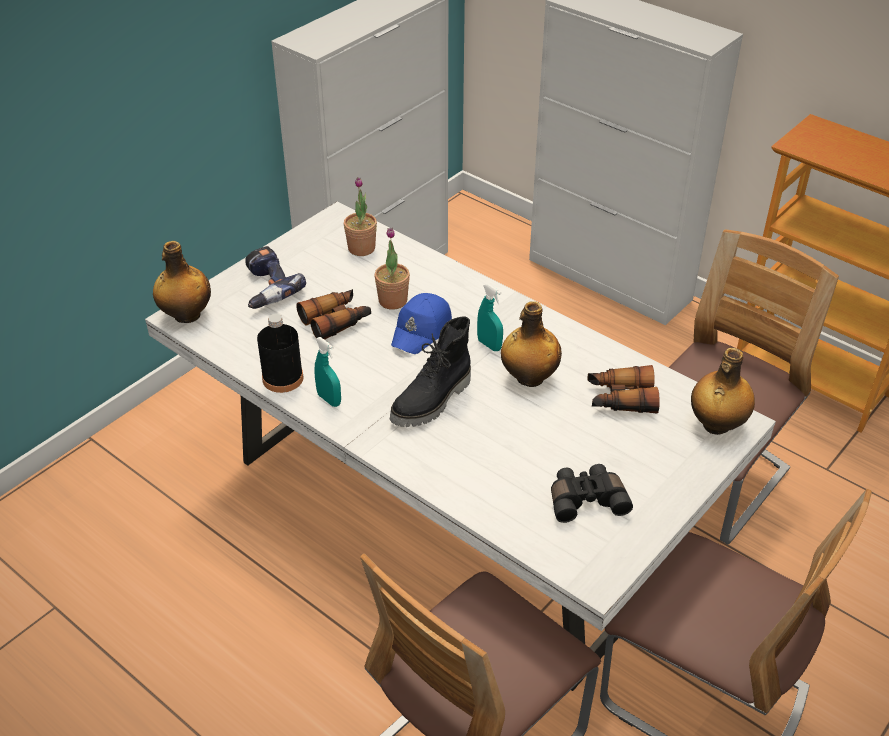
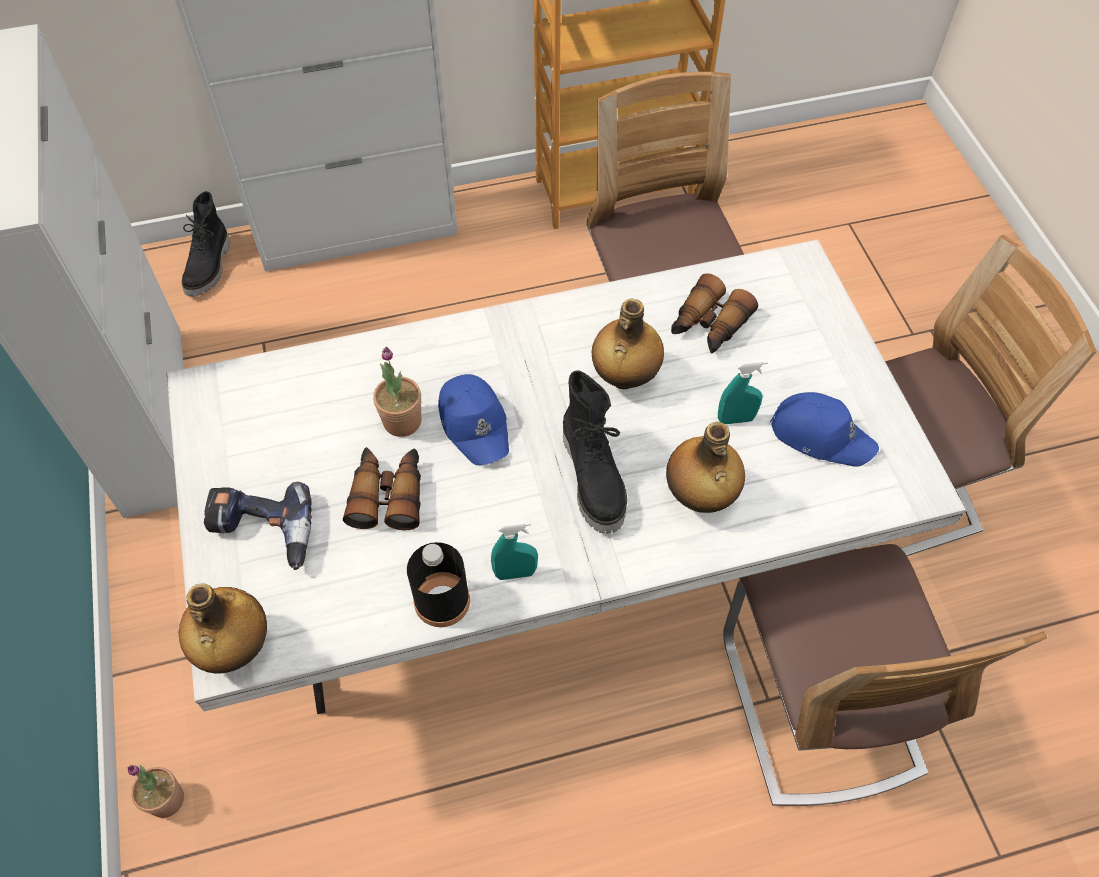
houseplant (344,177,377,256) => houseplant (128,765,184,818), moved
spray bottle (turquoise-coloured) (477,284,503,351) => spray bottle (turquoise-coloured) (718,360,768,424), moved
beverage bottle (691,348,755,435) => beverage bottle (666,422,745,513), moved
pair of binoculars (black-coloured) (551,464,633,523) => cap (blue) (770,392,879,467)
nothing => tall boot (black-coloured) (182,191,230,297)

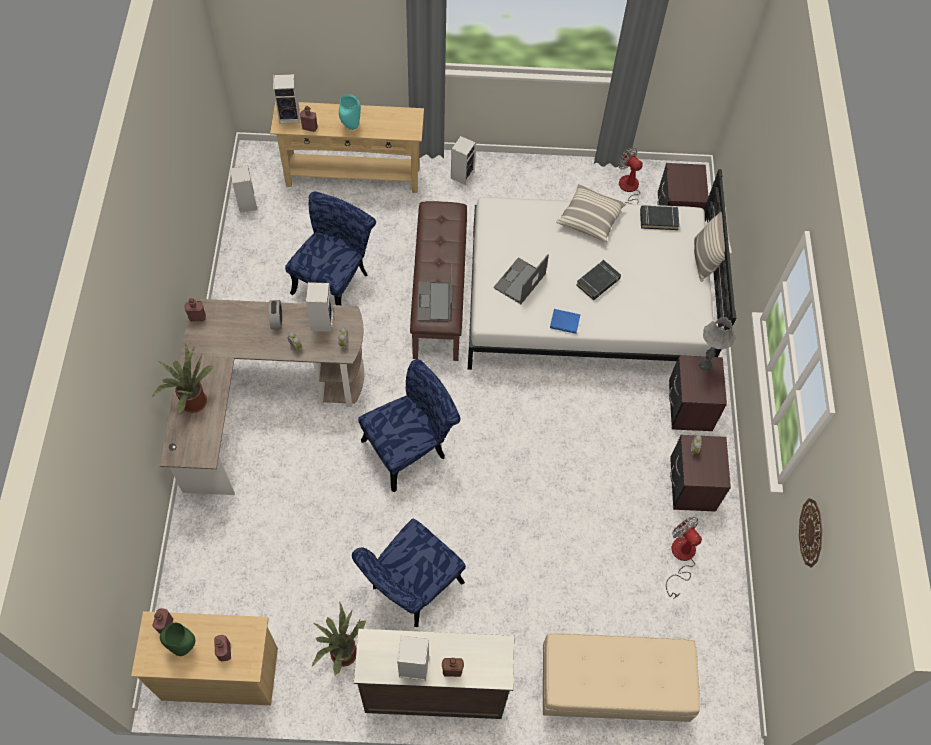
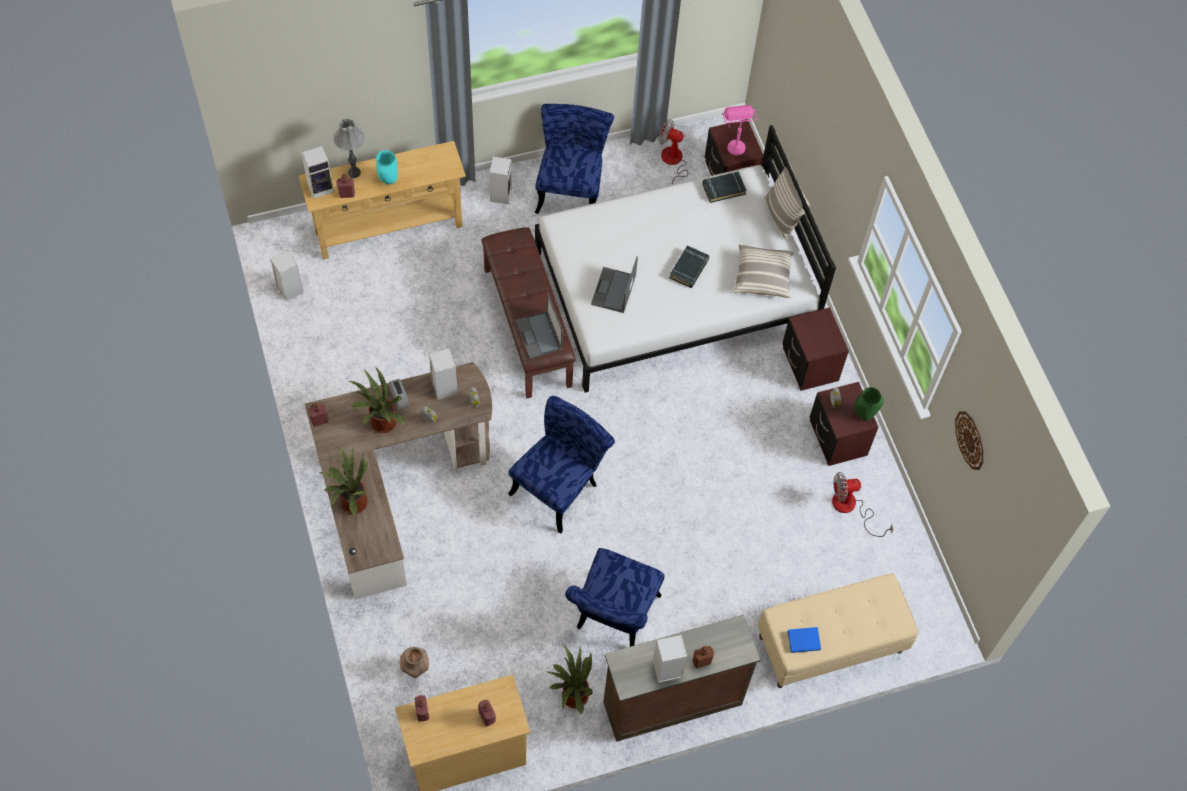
cushion (556,184,627,242) => cushion (733,244,794,298), moved
chair (blue) (285,192,376,305) => chair (blue) (535,104,614,214), moved
bound book (blue) (550,309,581,334) => bound book (blue) (787,627,821,653), moved
tabletop lamp (grey) (699,317,736,371) => tabletop lamp (grey) (334,119,365,178), moved
electric fan (666,517,702,599) => electric fan (832,472,893,537), 45 degrees counterclockwise
flower vase (green) (160,623,195,656) => flower vase (green) (854,387,884,421), moved
nothing => tabletop lamp (pinkish) (722,105,757,156)
nothing => houseplant (349,367,405,433)
nothing => flower vase (brownish) (400,647,429,678)

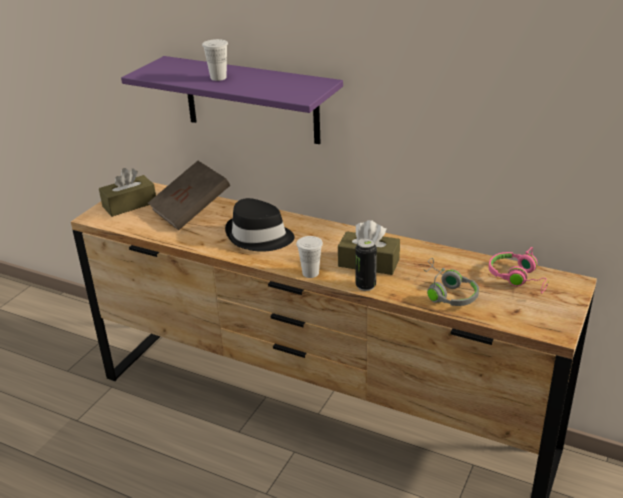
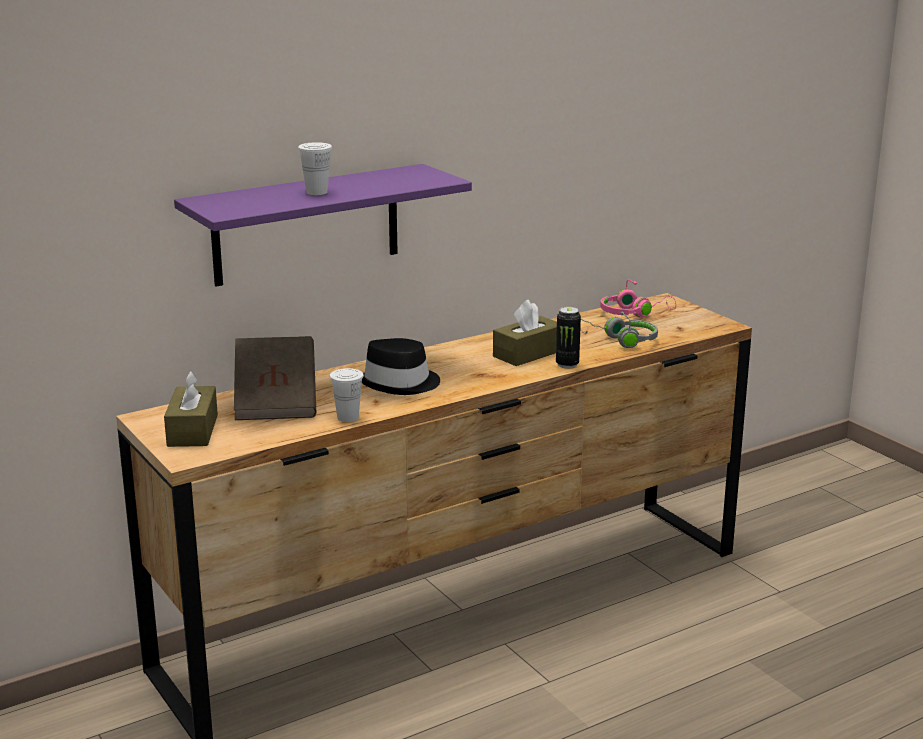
small cup (white-coloured) (296,236,323,278) => small cup (white-coloured) (330,368,364,422), moved

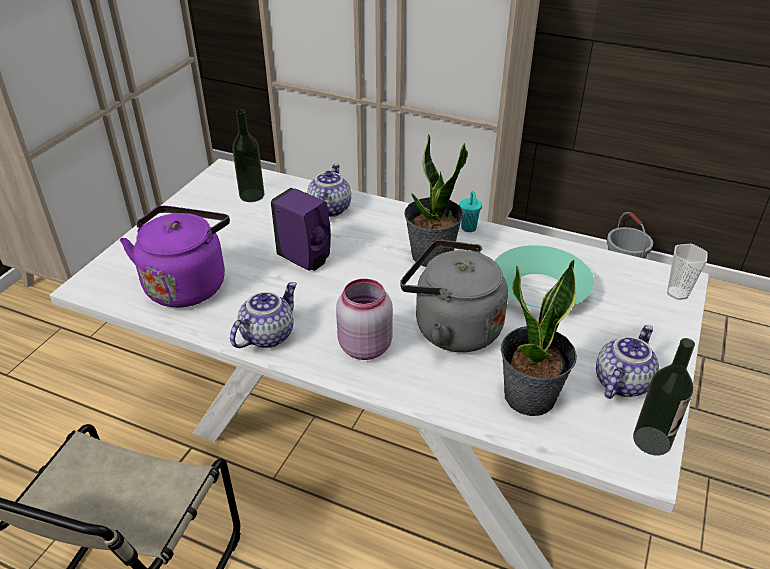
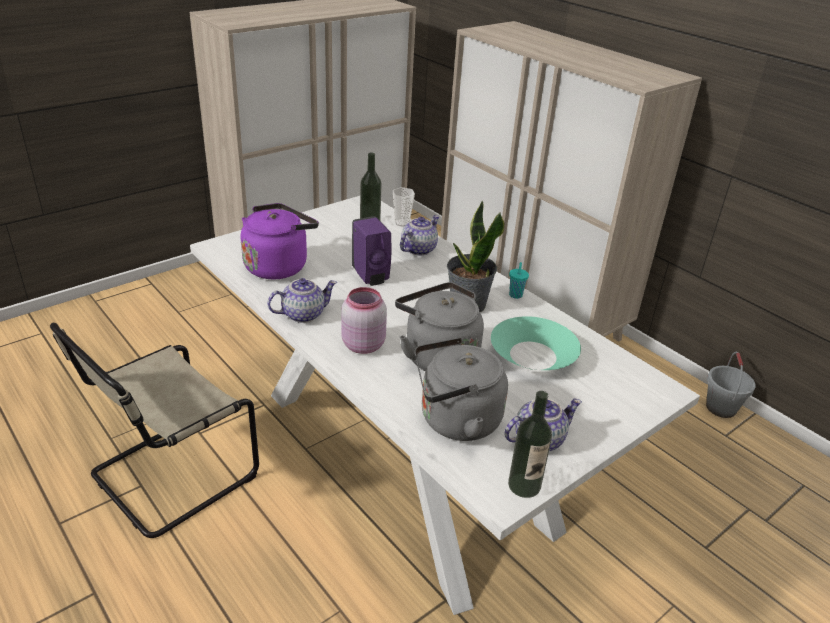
small cup (667,244,708,300) => small cup (393,187,415,227), moved
houseplant (501,259,577,416) => kettle (grey) (415,338,508,441)

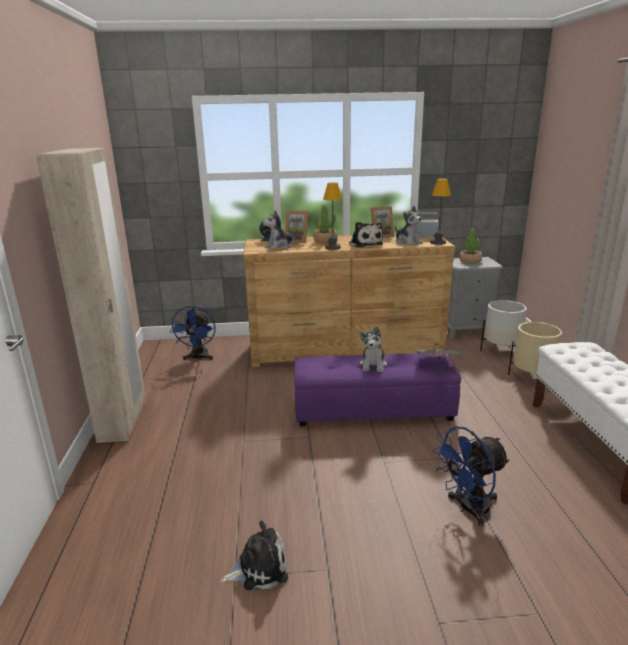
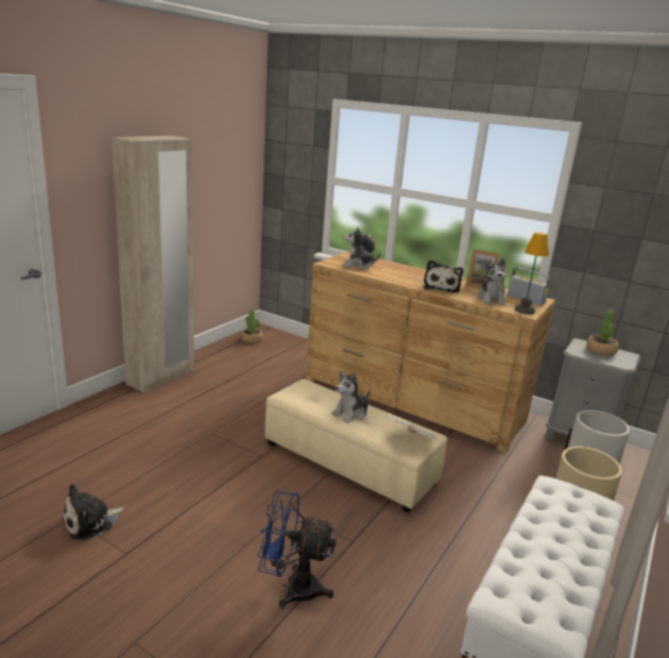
tabletop lamp (323,182,342,250) => nothing
houseplant (313,205,338,243) => houseplant (241,309,263,343), moved
photo frame (285,211,308,243) => nothing
electric fan (blue) (170,306,216,360) => nothing
ottoman (purplish) (294,353,461,426) => ottoman (sand-coloured) (265,379,448,513)
plush toy (220,520,288,590) => plush toy (62,484,125,540), 120 degrees clockwise

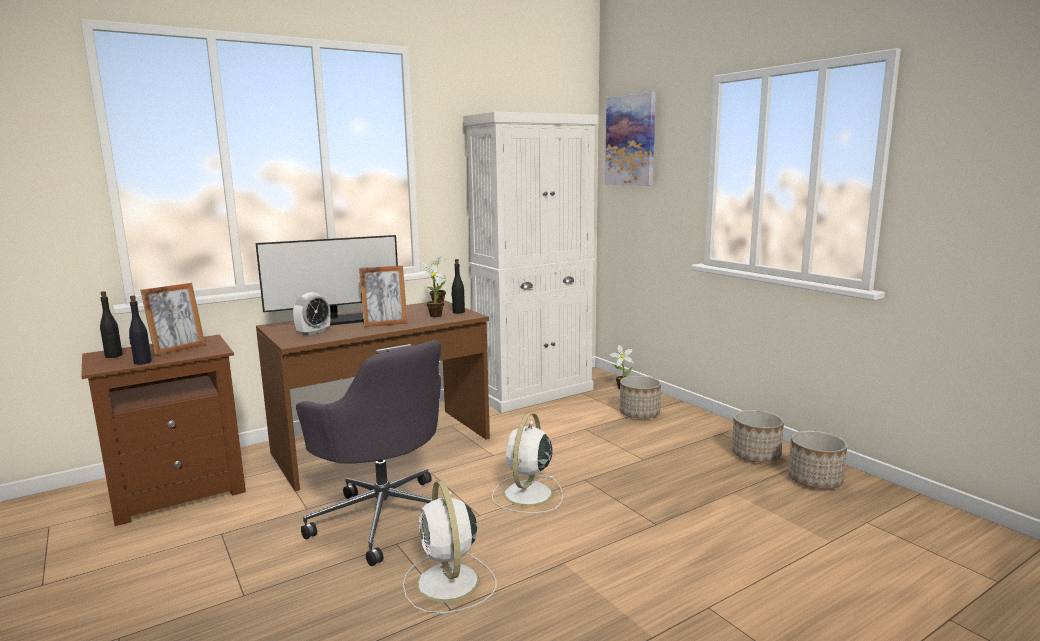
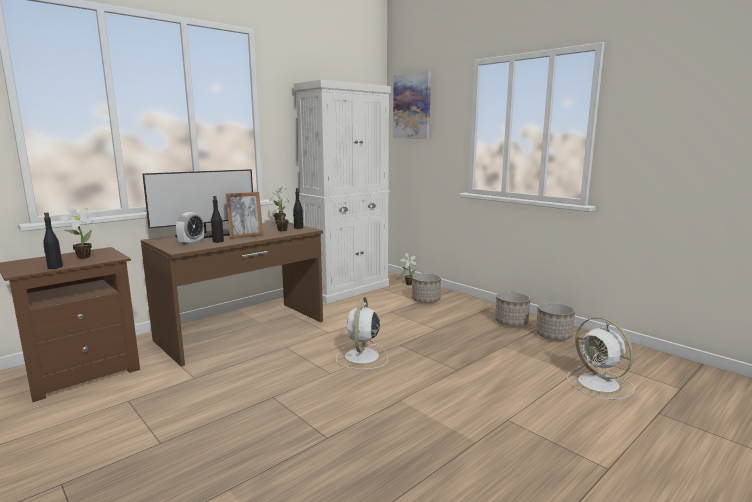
photo frame (140,283,205,356) => houseplant (58,206,94,259)
beverage bottle (black-coloured) (100,291,123,358) => beverage bottle (black-coloured) (211,196,224,243), moved
desk chair (grey) (296,340,441,566) => nothing
electric fan (white-coloured) (403,481,496,614) => electric fan (white-coloured) (566,317,635,400), moved

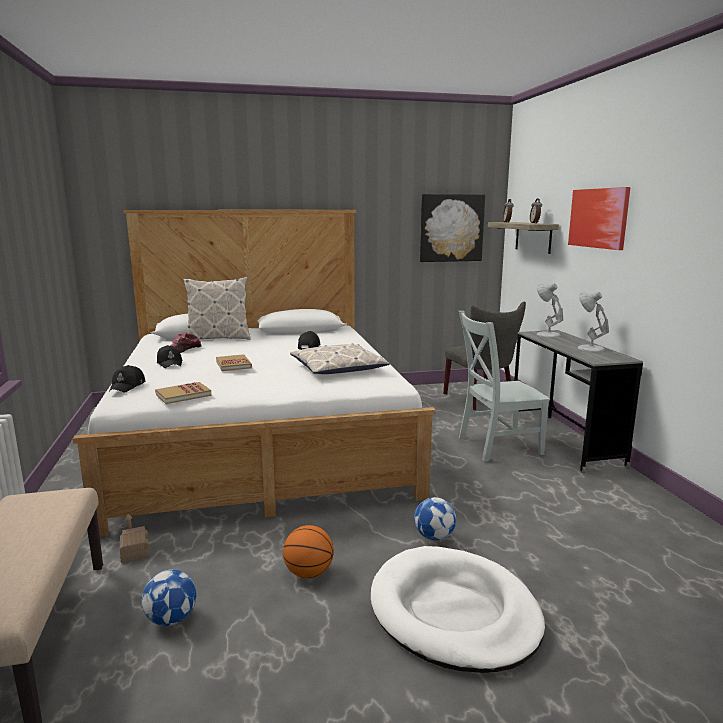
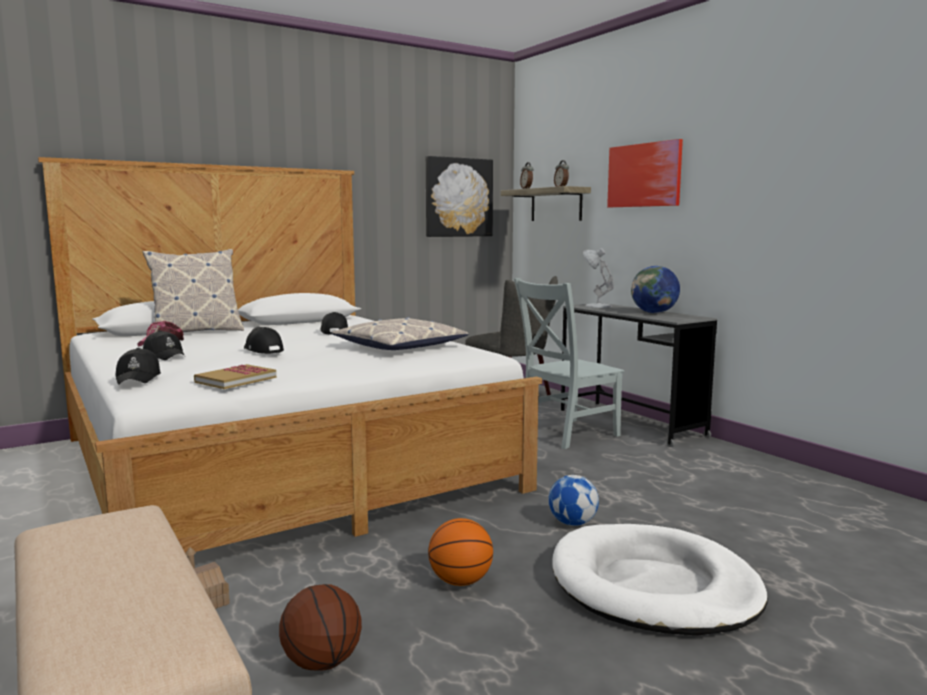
tabletop lamp (white-coloured) (578,292,609,352) => world globe (631,266,680,313)
bound book (216,354,252,371) => cap (black-coloured) (244,327,284,354)
ball for football (142,569,197,626) => basketball ball (279,584,362,671)

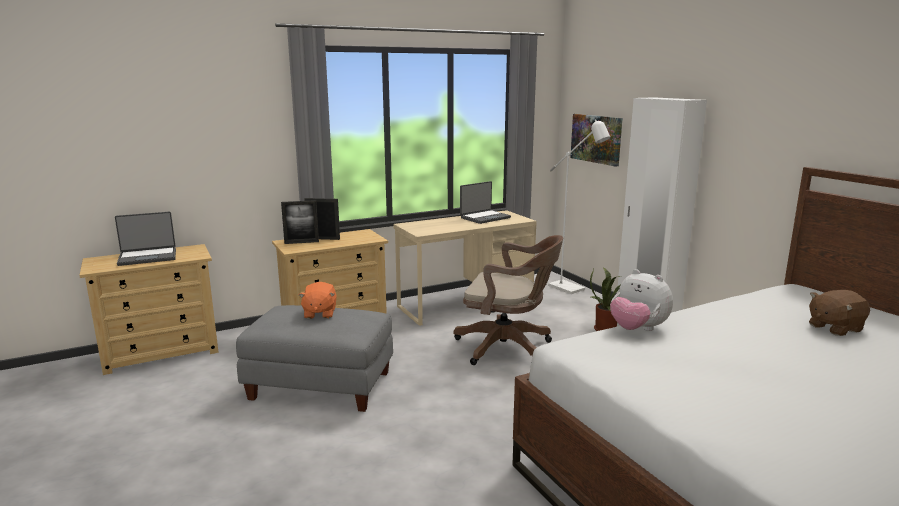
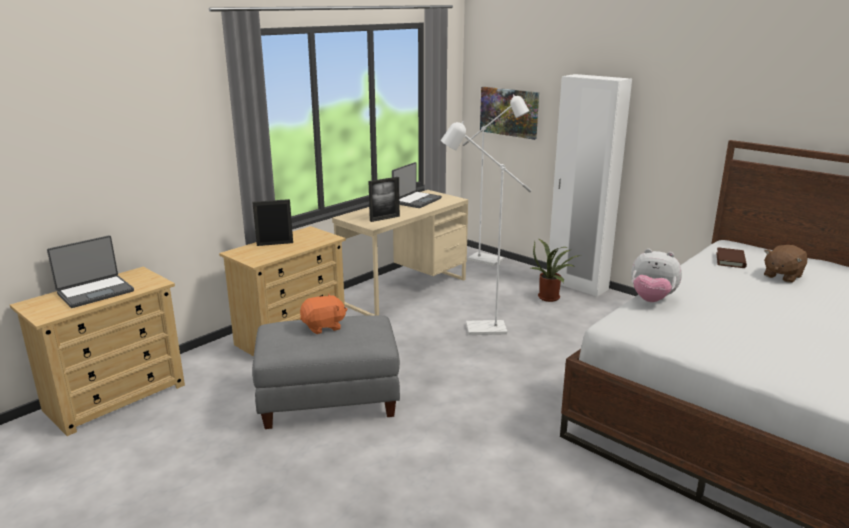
photo frame (281,200,319,244) => photo frame (369,177,400,222), moved
desk chair (brownish) (454,235,563,365) => floor lamp (white-coloured) (441,121,532,335)
plush toy (orange-coloured) (299,282,336,319) => plush toy (orange-coloured) (300,294,347,334), 90 degrees counterclockwise
nothing => bound book (brownish) (716,247,747,268)

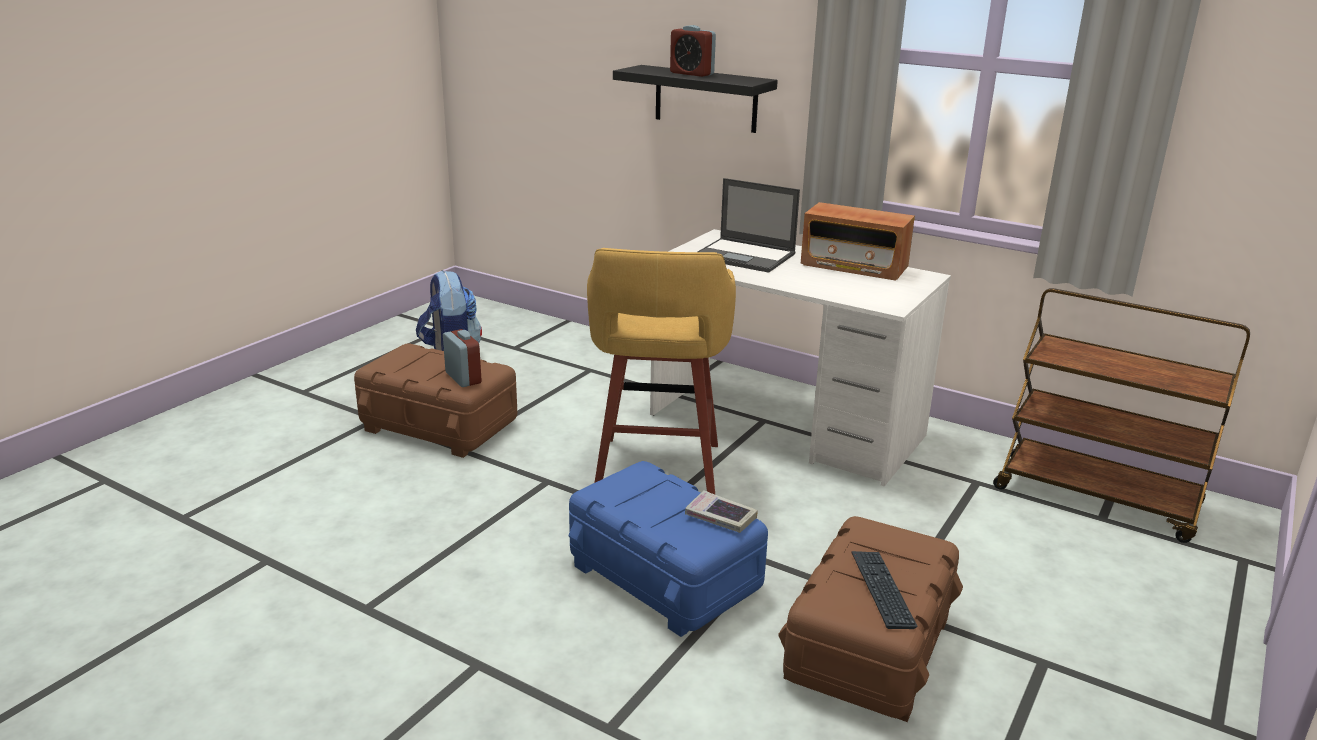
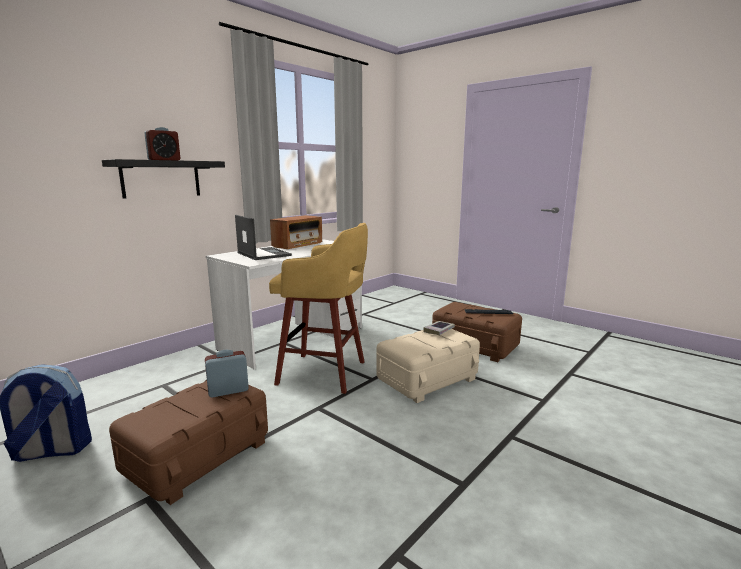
portable computer (698,178,800,273) => portable computer (235,215,292,260), 75 degrees counterclockwise
trolley (brownish) (993,288,1250,543) => nothing
storage box (blue) (568,461,768,637) => storage box (sand-coloured) (376,329,480,403)

